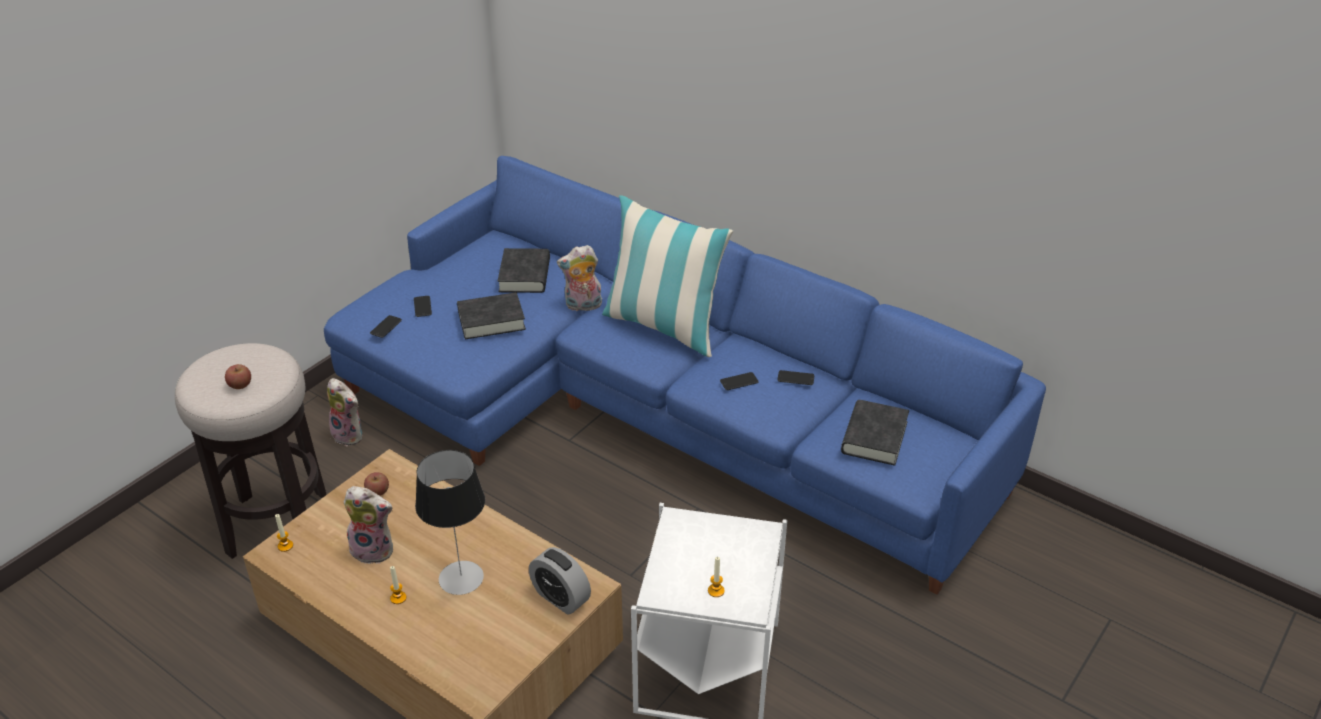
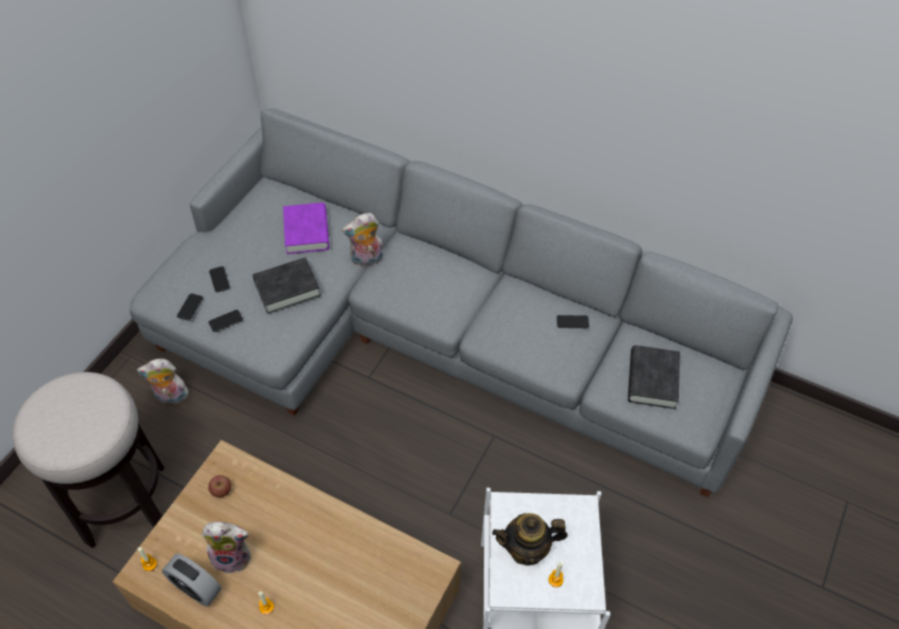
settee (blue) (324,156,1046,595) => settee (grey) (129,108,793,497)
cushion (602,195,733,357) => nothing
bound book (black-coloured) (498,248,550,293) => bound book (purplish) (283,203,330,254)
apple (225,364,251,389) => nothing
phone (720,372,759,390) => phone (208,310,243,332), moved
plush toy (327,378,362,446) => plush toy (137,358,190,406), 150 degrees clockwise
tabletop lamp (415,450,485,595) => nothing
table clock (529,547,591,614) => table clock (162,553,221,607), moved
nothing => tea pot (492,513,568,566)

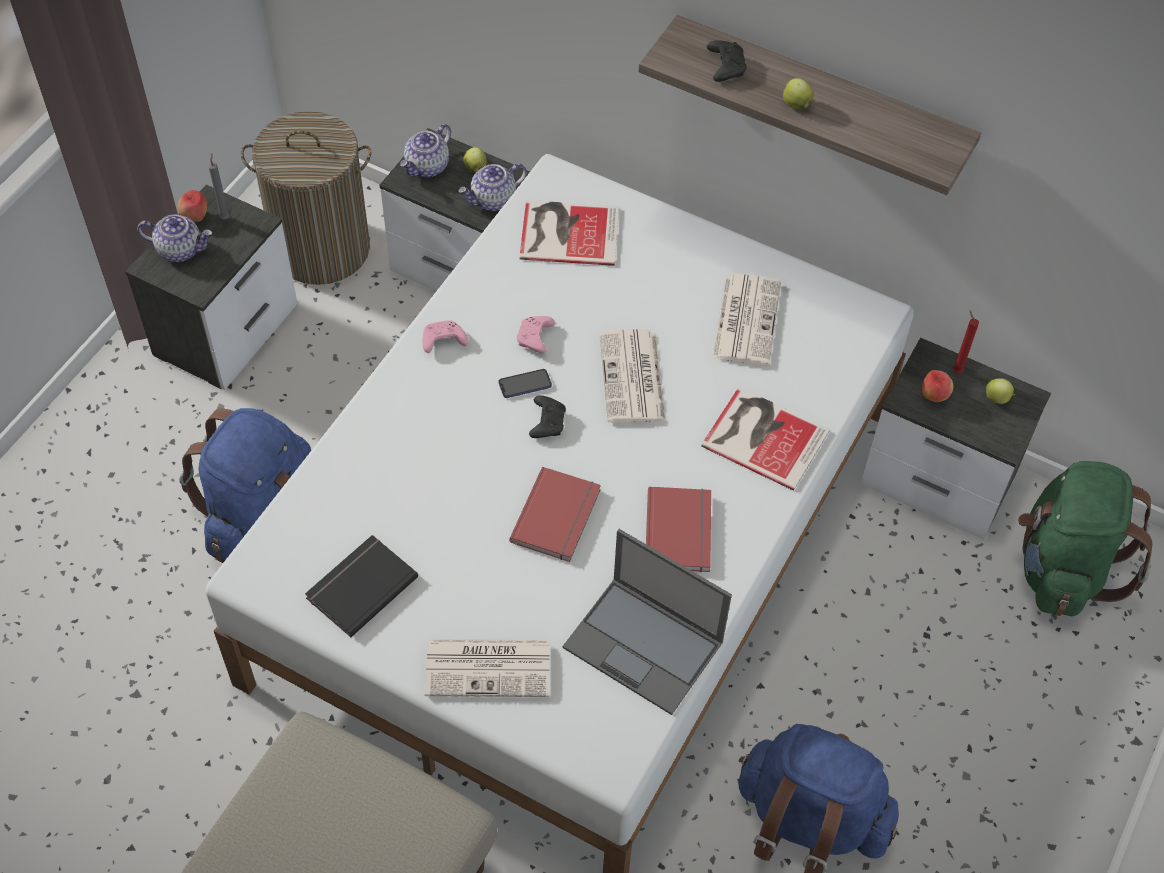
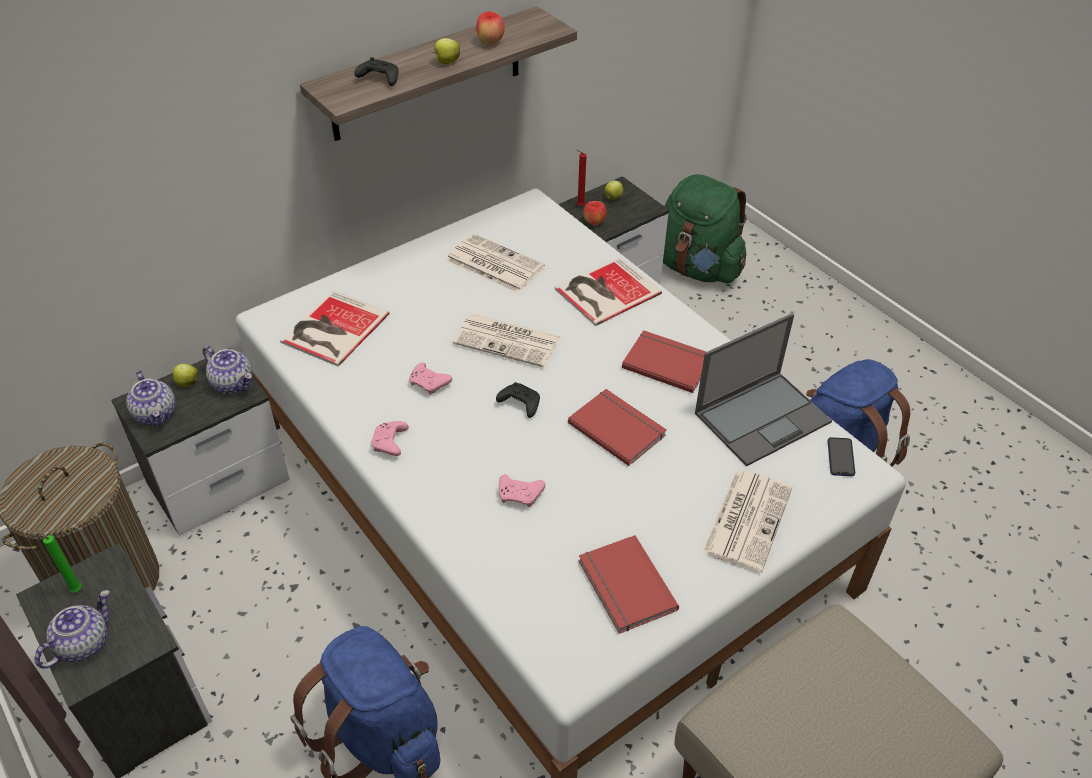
wax light (grey) (209,153,230,219) => wax light (green) (36,530,82,593)
tea pot (458,163,527,211) => tea pot (203,346,253,394), 45 degrees counterclockwise
apple (178,190,207,222) => apple (476,11,504,45), moved
phone (499,369,552,398) => phone (828,437,855,476), moved
bound book (black-coloured) (305,535,418,637) => bound book (red-coloured) (579,535,679,634)
nothing => game controller (pinkish) (499,474,545,507)

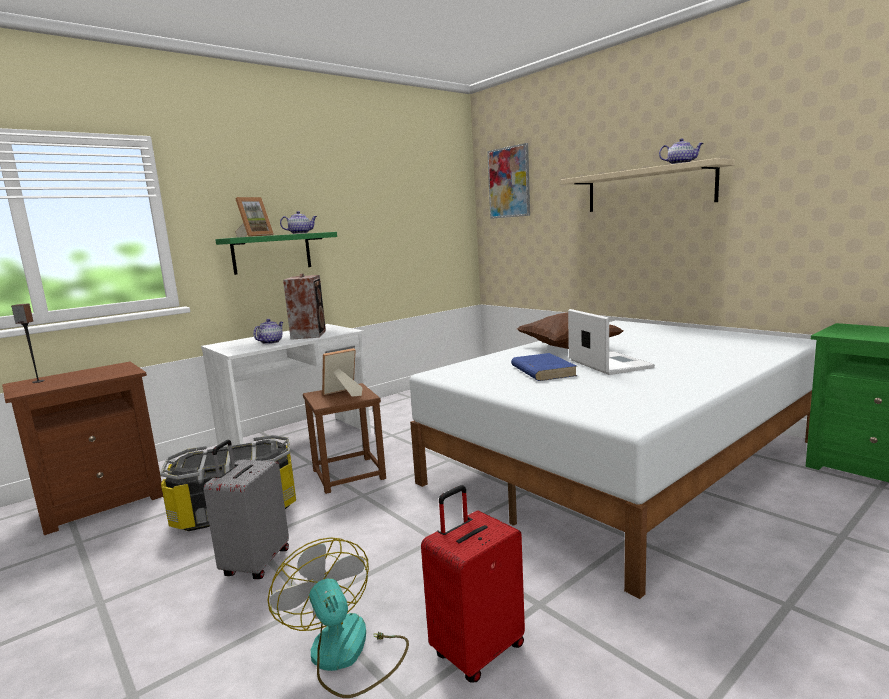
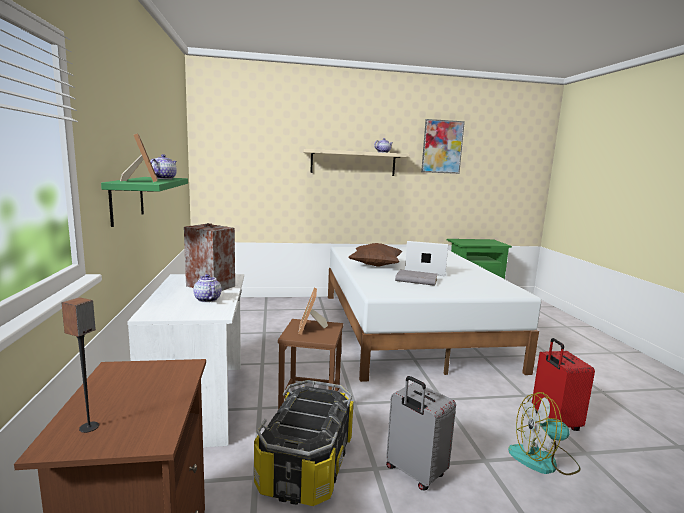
picture (487,143,530,219) => picture (421,119,465,174), moved
bound book (blue) (511,353,577,381) => bound book (grey) (395,270,438,286)

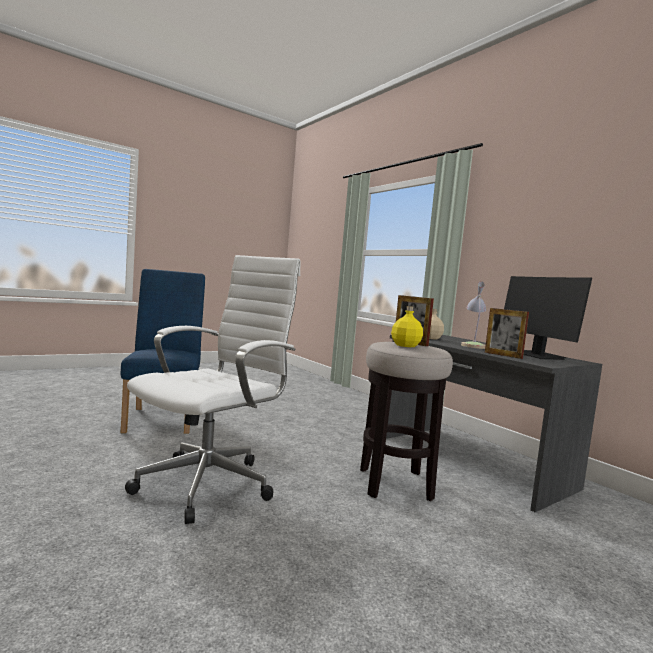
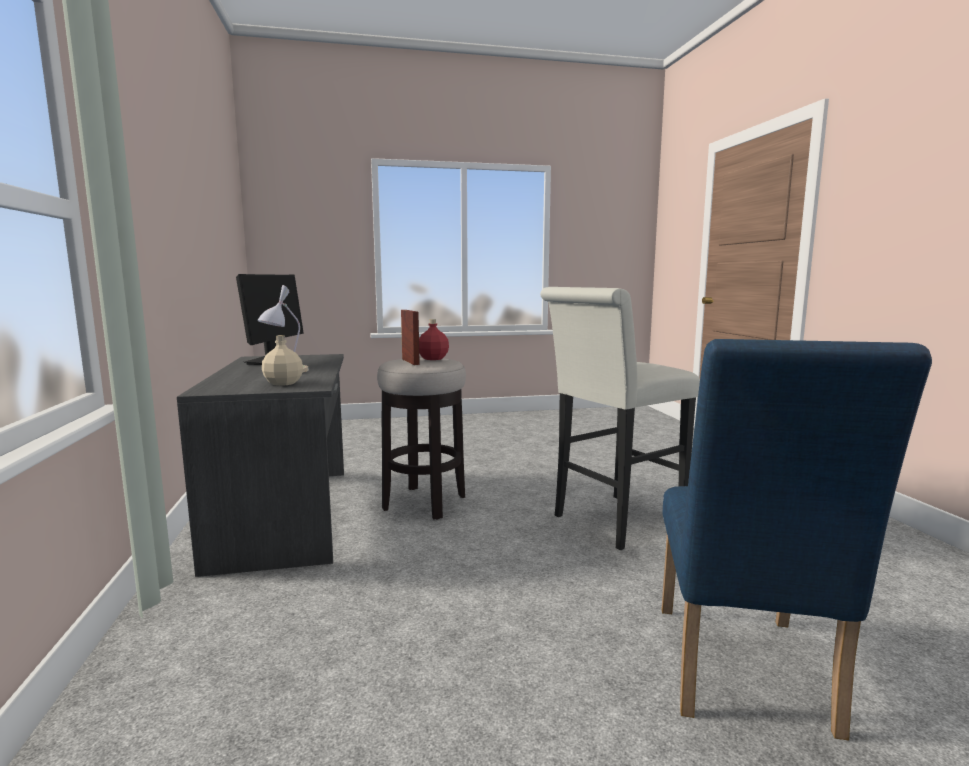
desk chair (white-coloured) (125,255,300,524) => stool seat (white-coloured) (540,287,700,550)
beverage bottle (yellow-coloured) (391,306,423,347) => beverage bottle (red-coloured) (419,319,449,360)
photo frame (485,308,529,359) => nothing

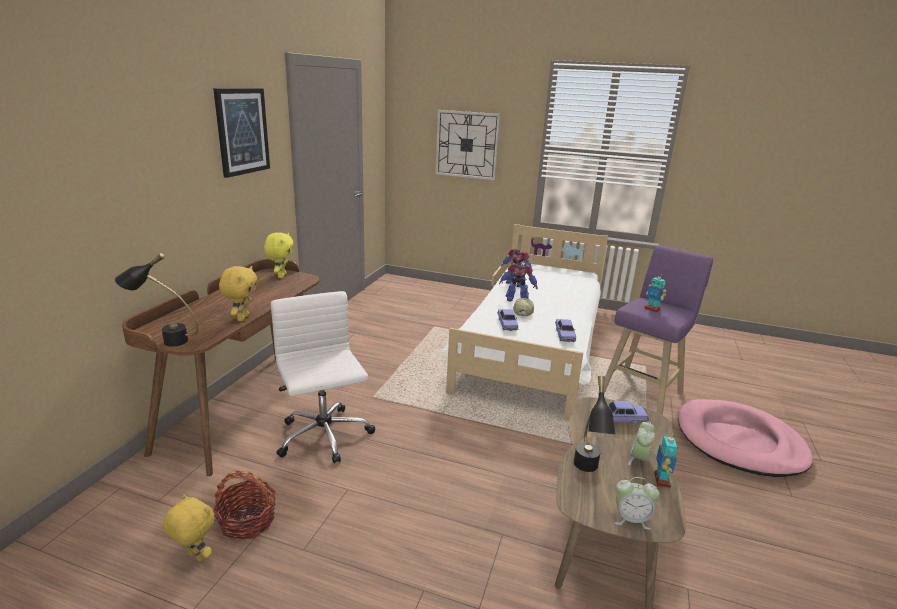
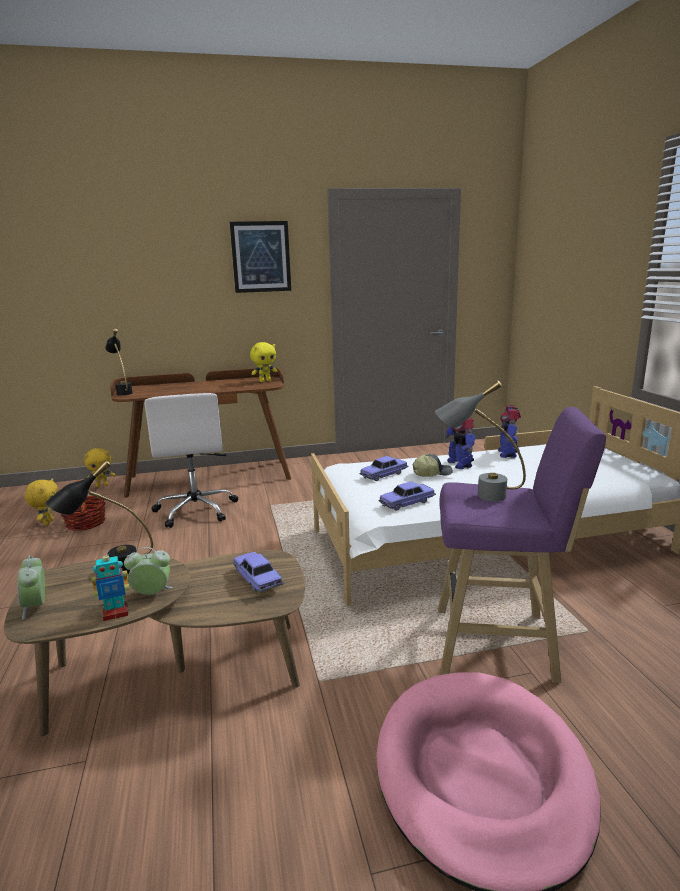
wall clock (436,110,500,180) => nothing
plush toy (yellow-coloured) (219,266,257,321) => plush toy (yellow-coloured) (84,448,115,487), moved
toy robot (644,273,667,312) => tabletop lamp (grey) (435,380,526,501)
desk chair (white-coloured) (271,291,375,464) => desk chair (white-coloured) (144,393,238,528), 135 degrees clockwise

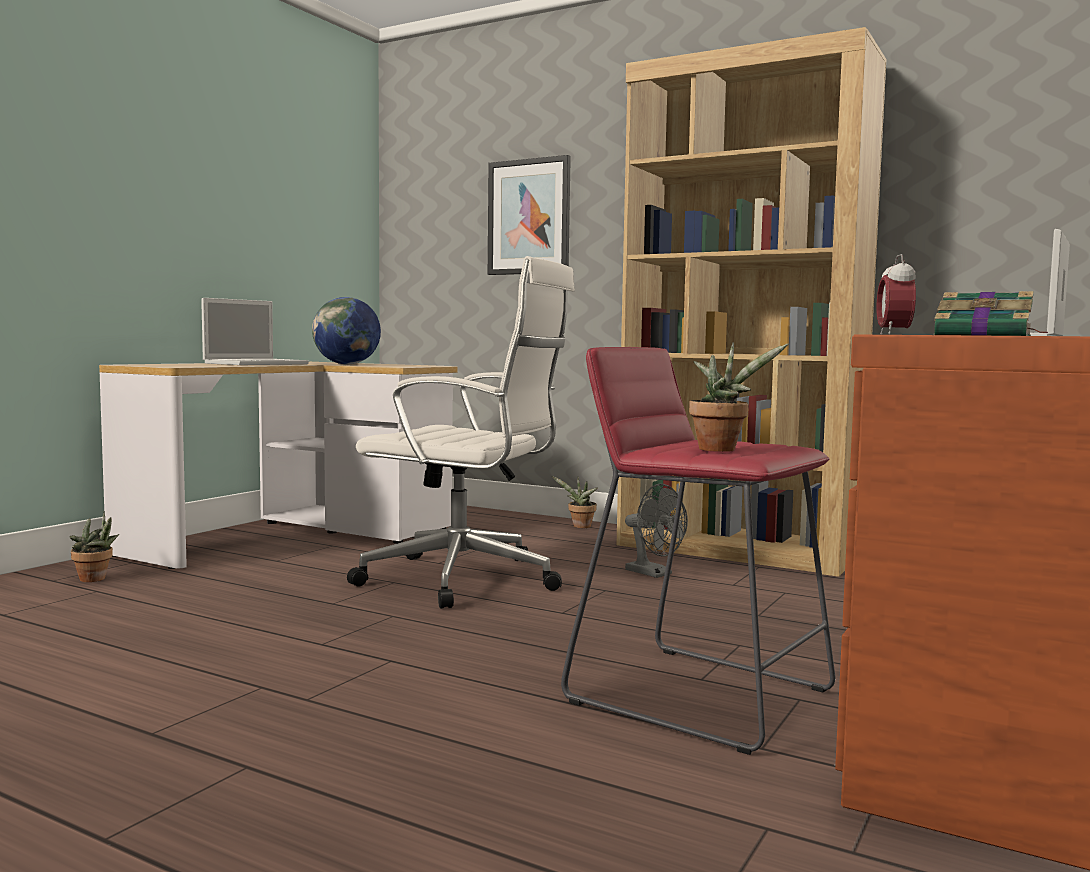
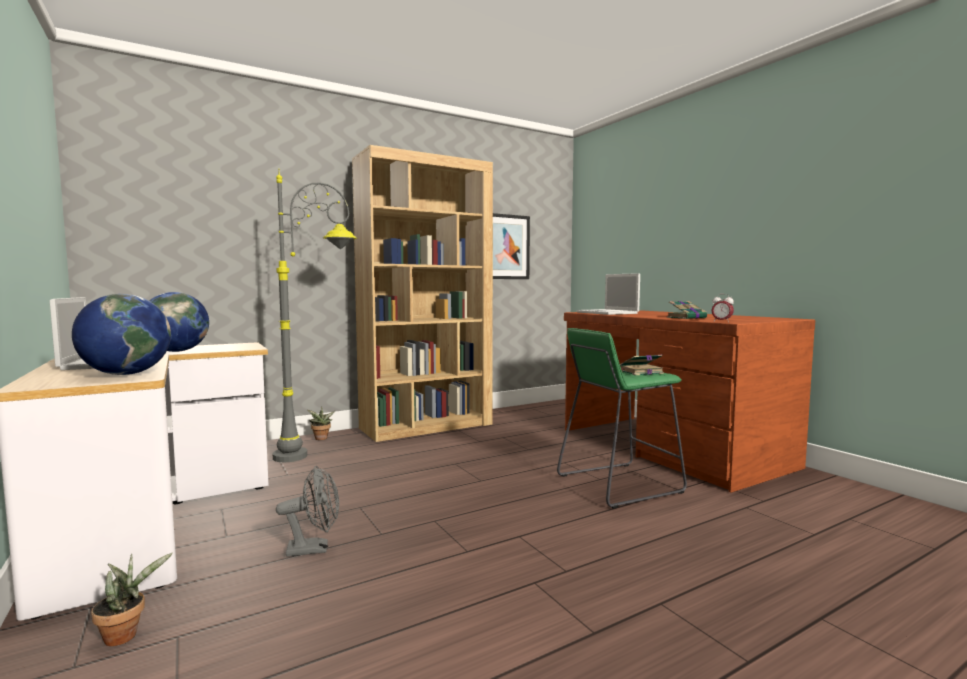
picture (488,155,571,275) => picture (493,213,530,279), moved
desk chair (white-coloured) (347,256,575,609) => nothing
houseplant (689,342,788,452) => bound book (620,354,664,375)
stool seat (red-coloured) (561,347,836,755) => stool seat (green) (557,328,687,509)
electric fan (grey) (625,484,688,578) => electric fan (grey) (276,466,339,557), moved
nothing => floor lamp (grey) (273,169,357,462)
nothing => world globe (72,294,171,375)

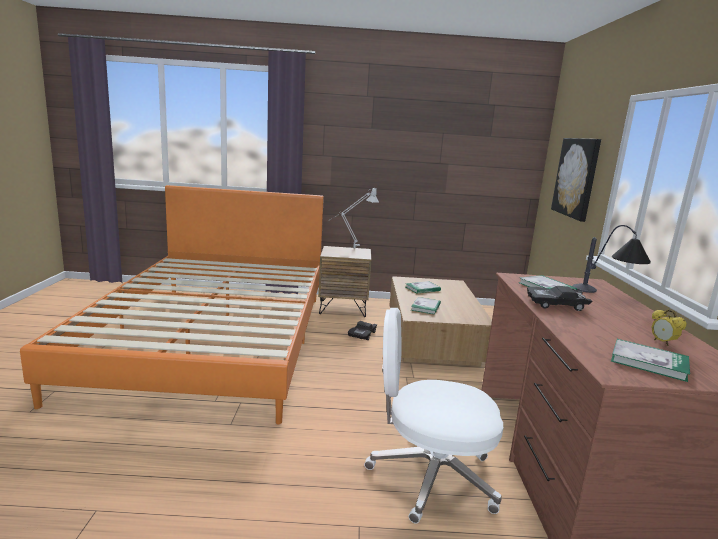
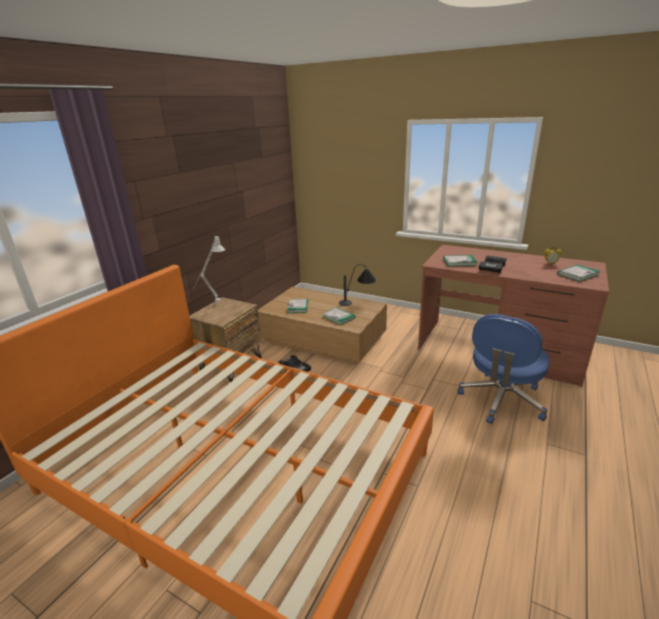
picture (551,138,601,222) => nothing
tabletop lamp (572,225,651,293) => tabletop lamp (339,264,376,306), moved
desk chair (white-coloured) (364,308,503,523) => desk chair (blue) (458,314,550,424)

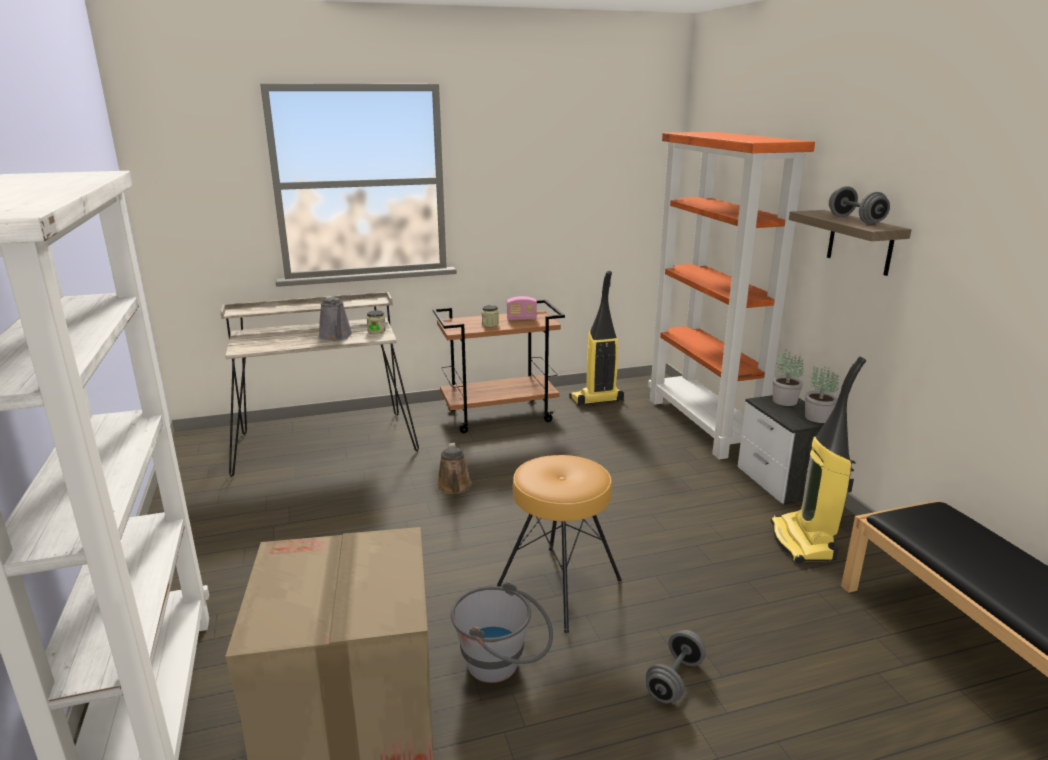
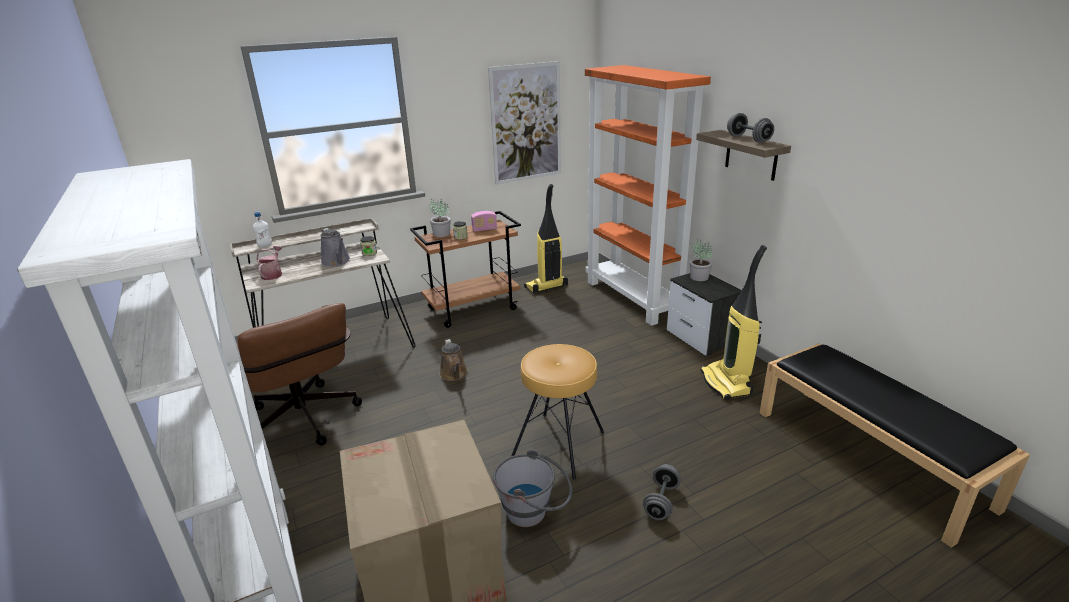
houseplant (805,366,839,423) => houseplant (429,199,451,237), moved
nothing => picture (488,61,561,185)
nothing => beverage bottle (white-coloured) (253,212,272,247)
nothing => sprinkling can (257,246,282,280)
nothing => desk chair (brownish) (236,303,362,446)

